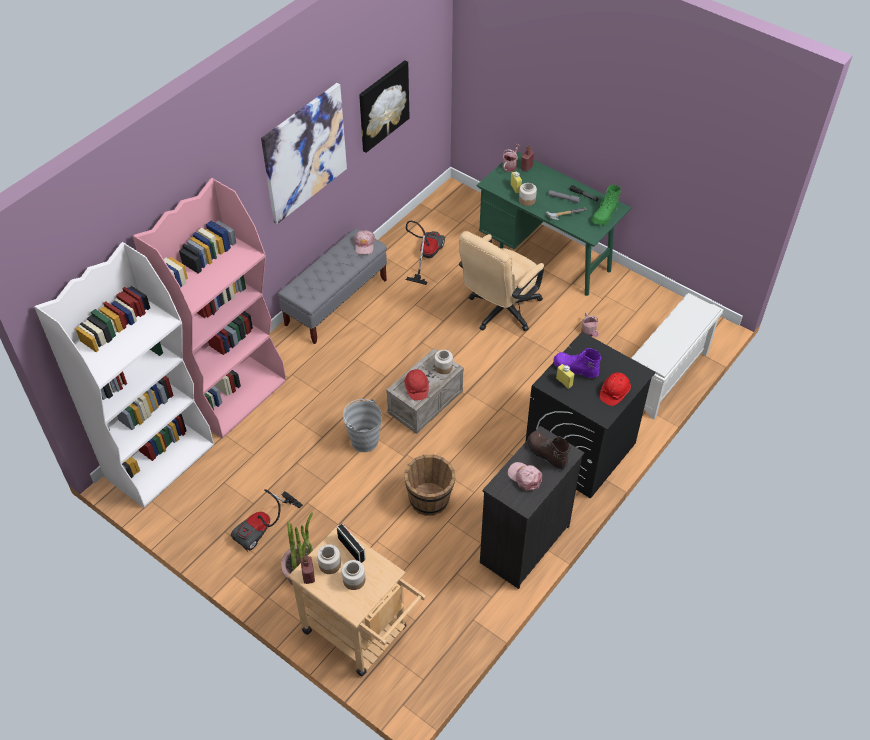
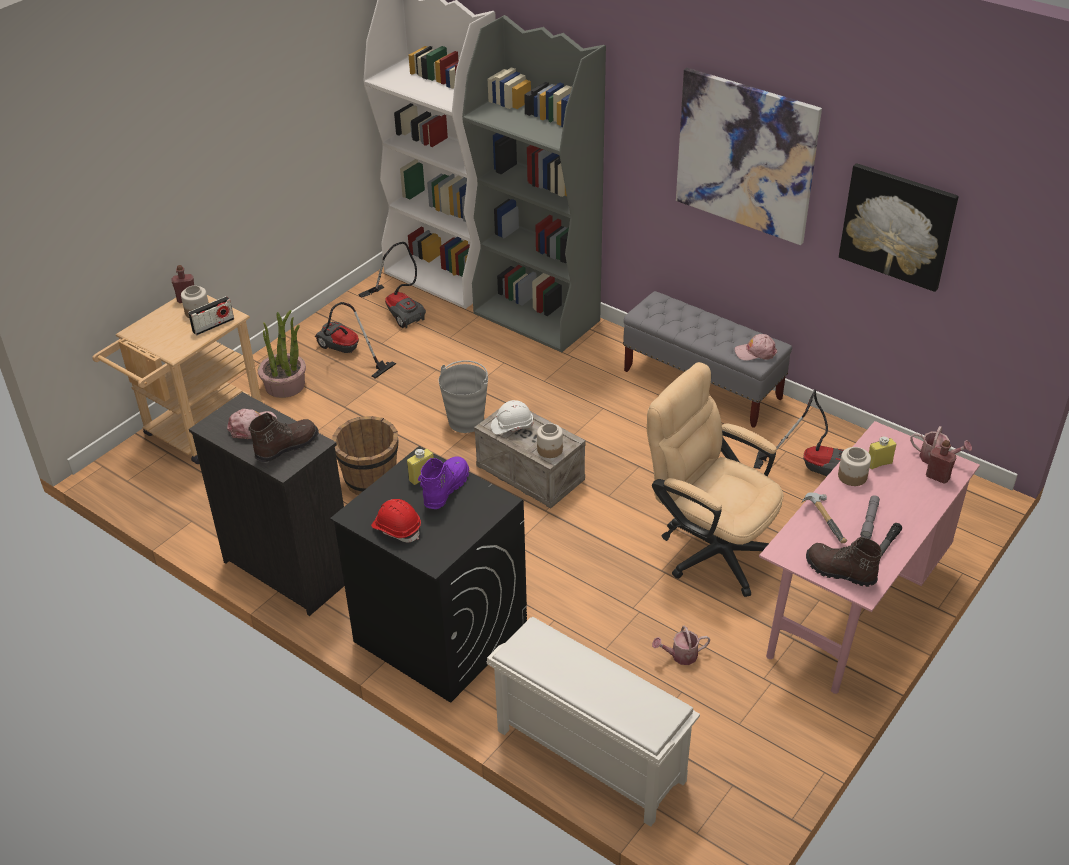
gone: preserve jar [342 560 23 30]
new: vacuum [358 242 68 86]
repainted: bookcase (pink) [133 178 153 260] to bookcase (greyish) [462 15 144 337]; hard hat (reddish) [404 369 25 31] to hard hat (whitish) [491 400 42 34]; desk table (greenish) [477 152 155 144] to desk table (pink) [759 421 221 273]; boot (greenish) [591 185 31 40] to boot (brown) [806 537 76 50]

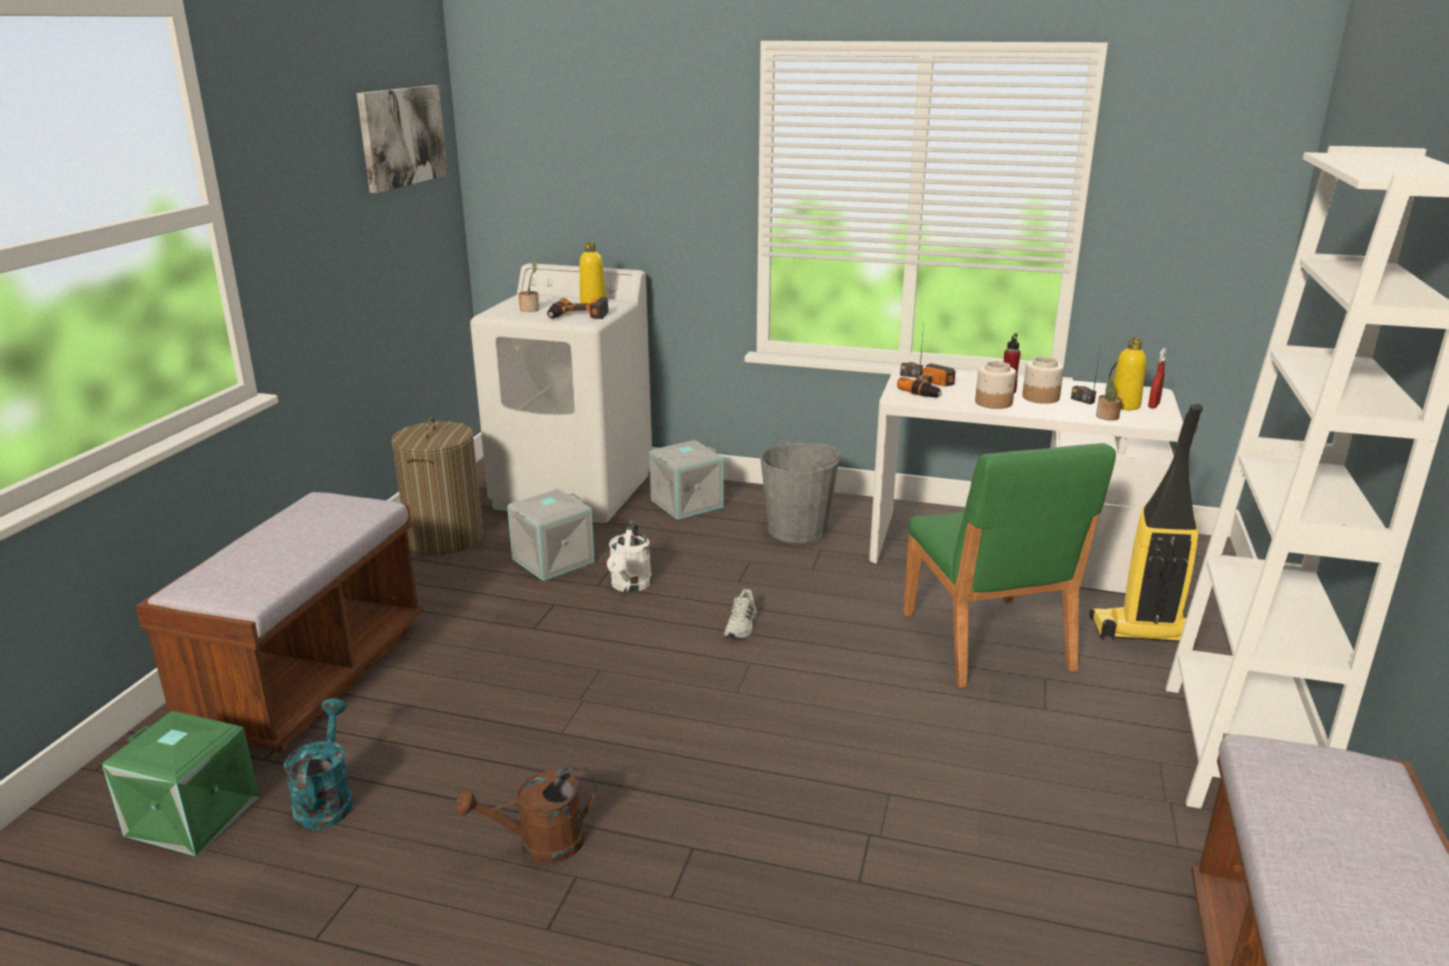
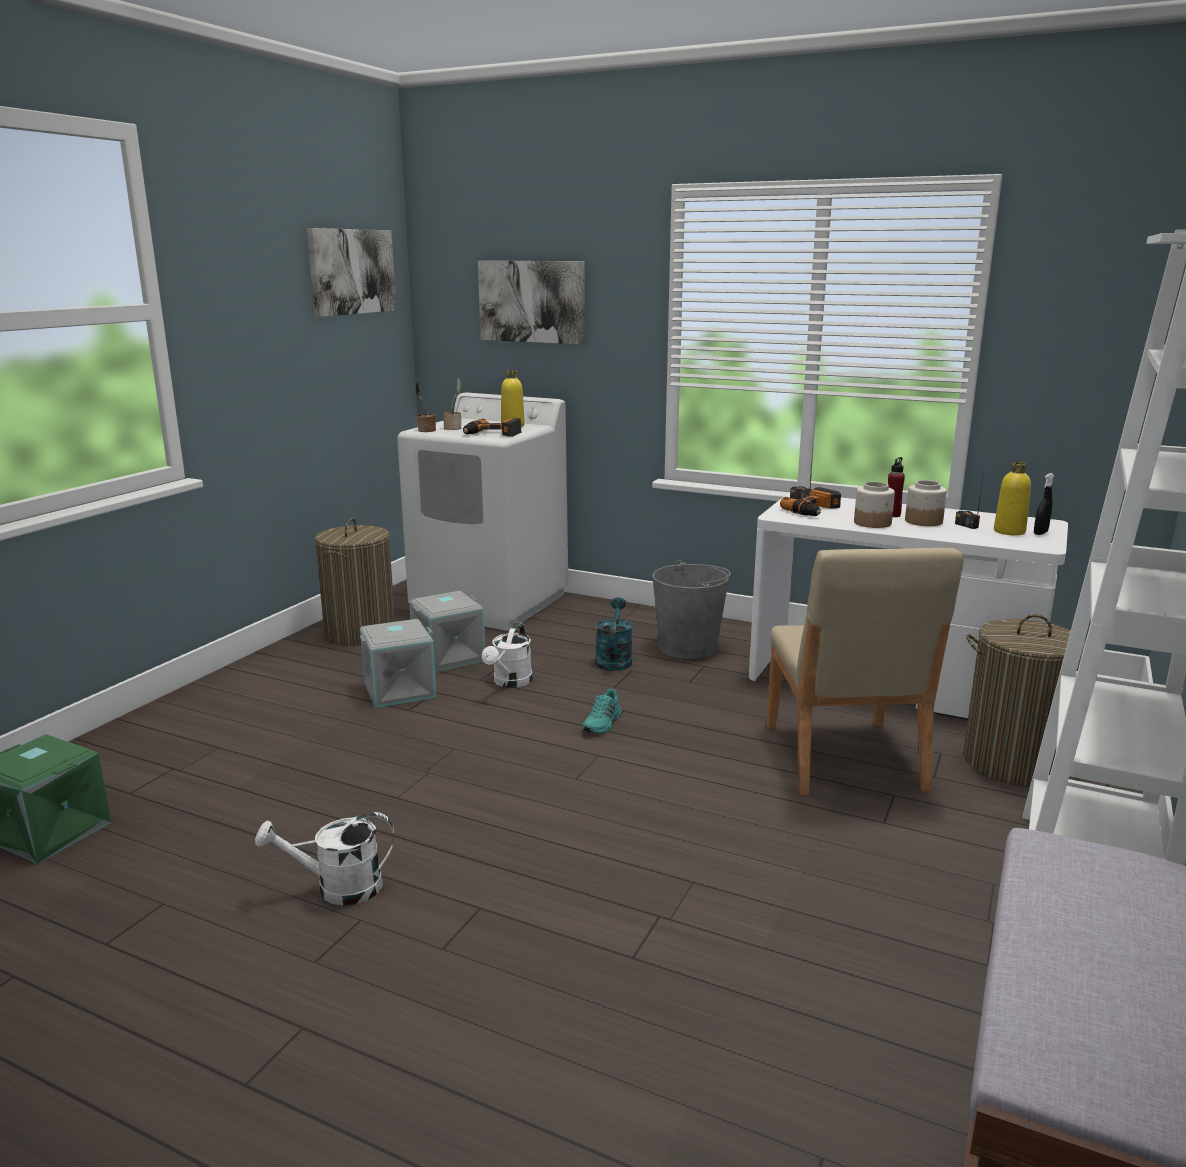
gone: bench (brown) [136 492 287 260]
new: wall picture [478 261 107 83]
shifted: watering can (turquoise) [284 698 69 132] to [595 597 38 74]; storage box (greyish) [649 440 75 80] to [360 619 77 89]; potted plant [1096 361 26 60] to [415 382 21 50]
swapped: vacuum [1090 403 113 242] to laundry basket [963 614 122 172]
repainted: watering can (brown) [455 765 142 98] to watering can (whitish) [255 812 139 94]; shoe (whitish) [724 589 33 50] to shoe (turquoise) [582 689 39 45]; chair (greenish) [903 443 213 245] to chair (beige-coloured) [767 548 197 247]; sprayer (reddish) [1148 348 19 61] to sprayer (black-coloured) [1034 473 20 62]

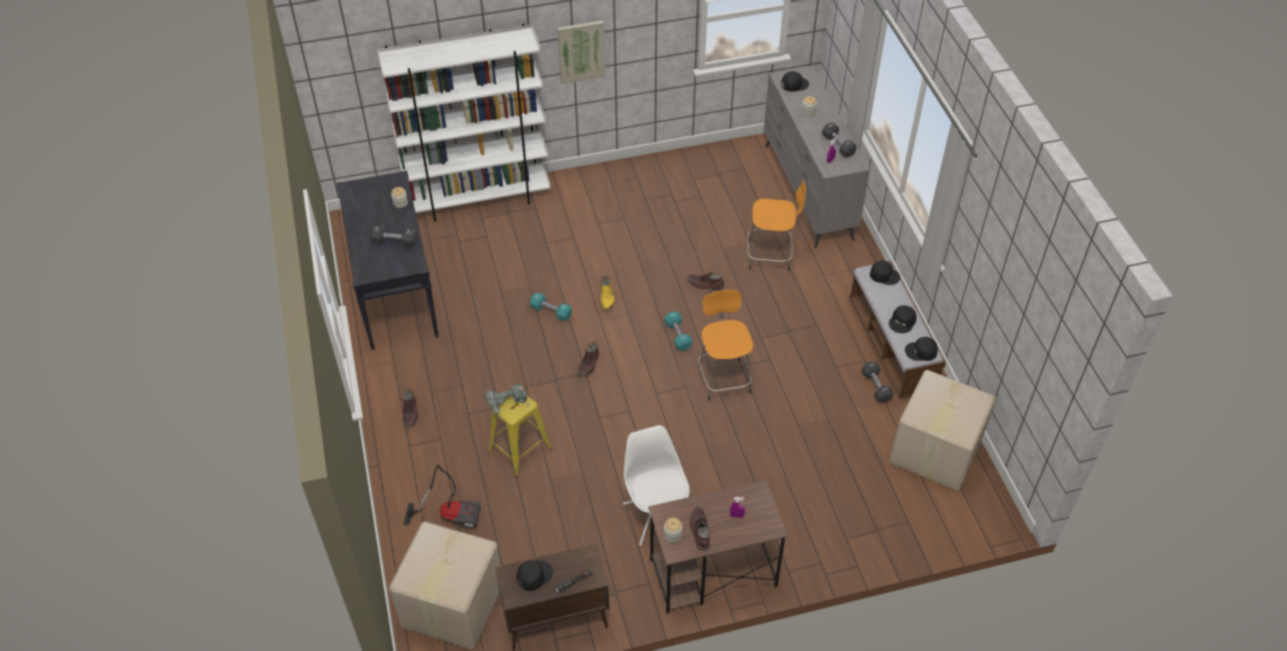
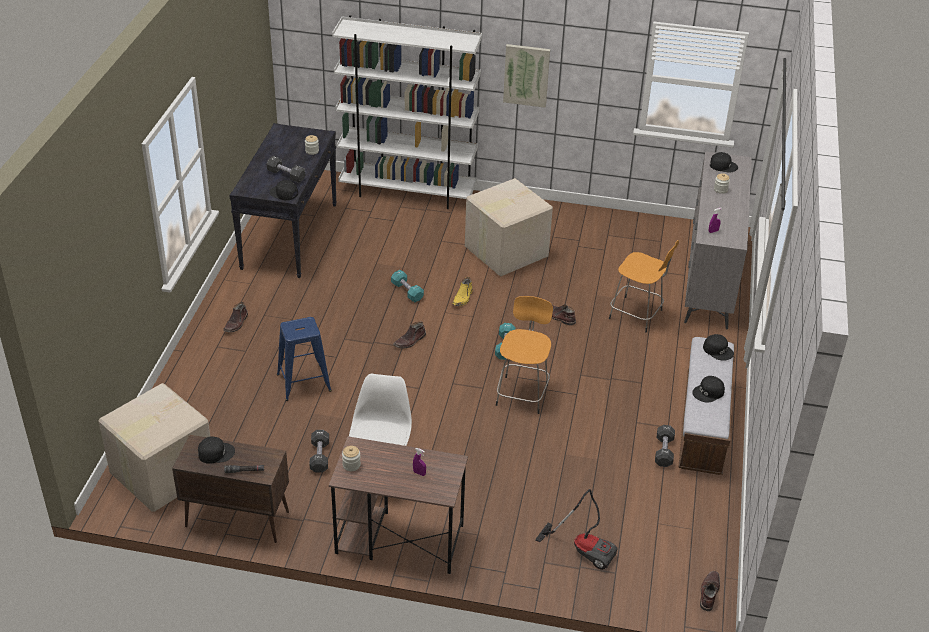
gone: power drill [485 383 44 36]
shifted: vacuum [404 465 77 64] to [535 489 82 81]; boot (brown) [690 506 20 45] to [700 571 20 40]; dumbbell (black-coloured) [822 122 35 36] to [309 430 20 43]; cardboard box [889 370 107 121] to [465 178 88 98]; cap (black-coloured) [905 337 33 24] to [269 180 29 20]
repainted: sitting stool (yellowish) [488 396 64 81] to sitting stool (blue) [277 317 55 84]

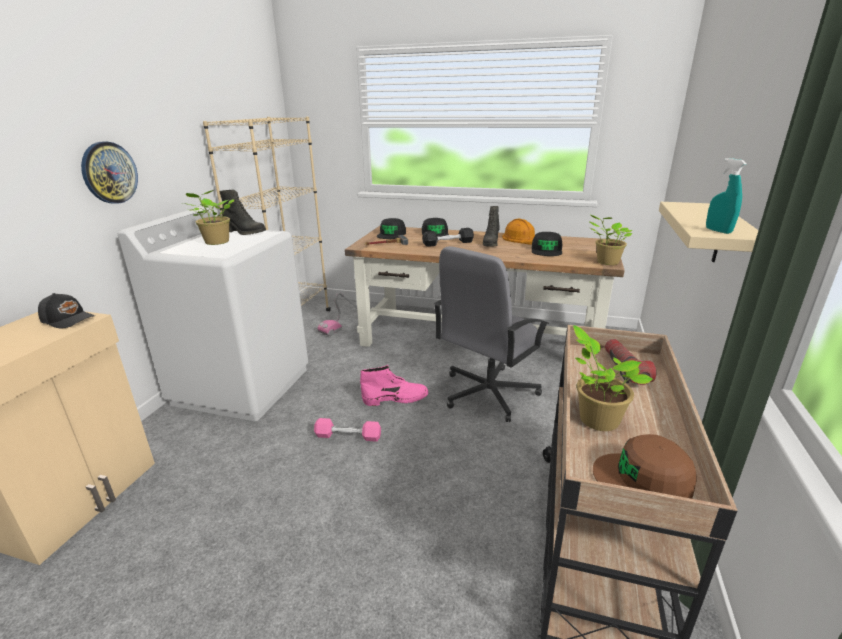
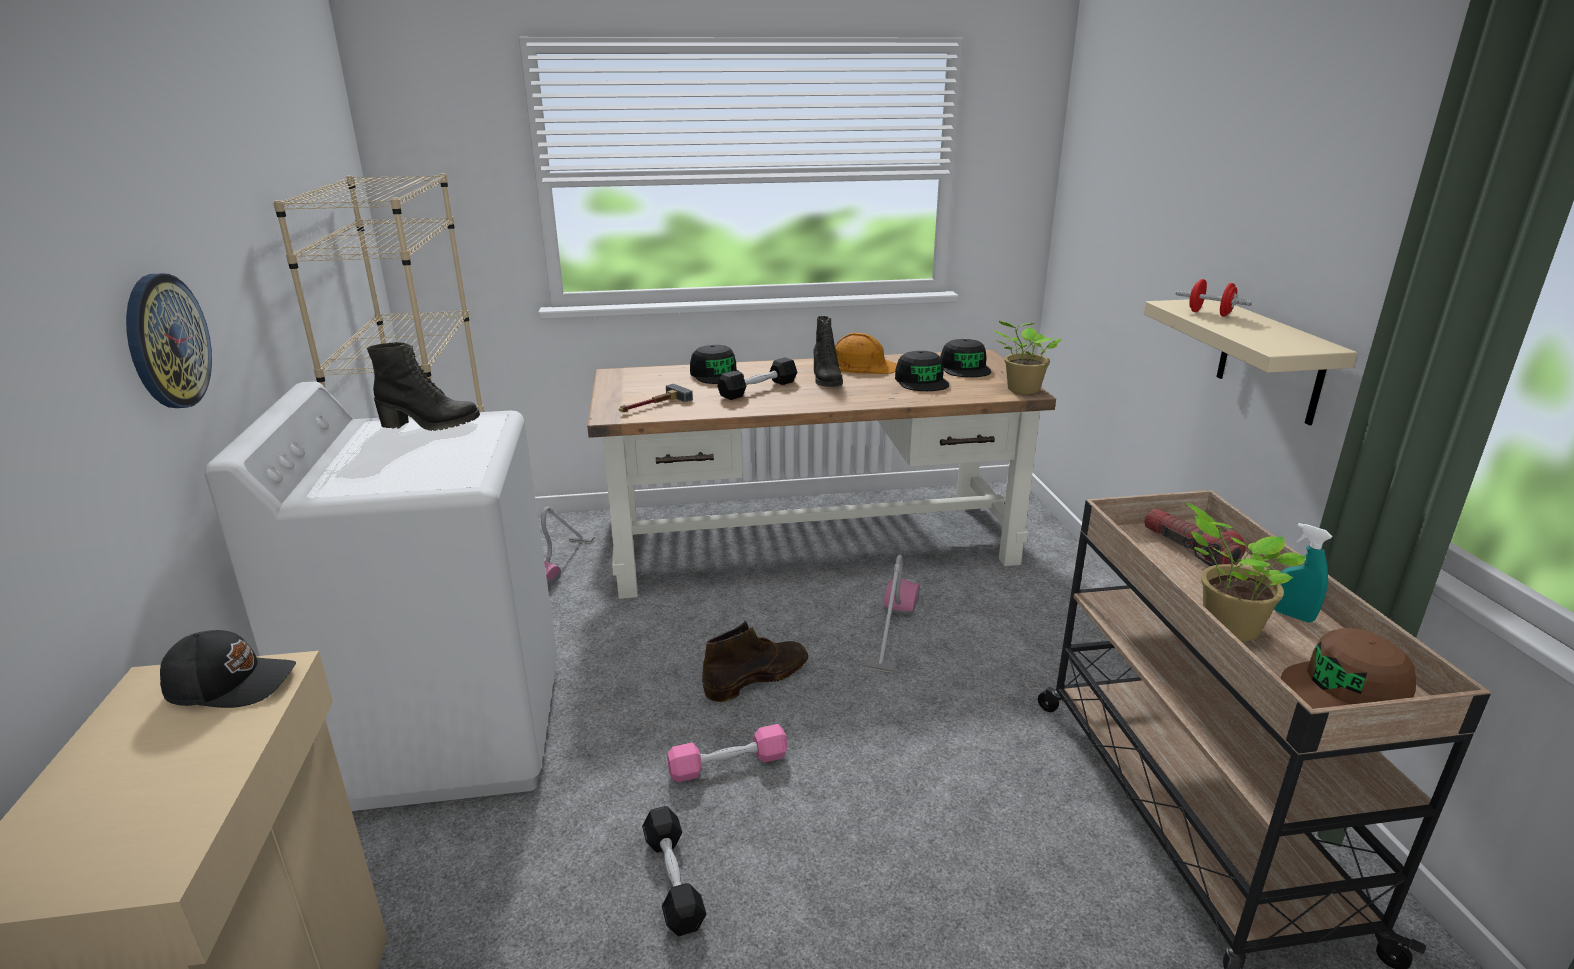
gone: potted plant [183 190 51 55]
new: dumbbell (black-coloured) [642 806 64 131]; dumbbell (reddish) [1176 279 76 38]
shifted: cap (black-coloured) [377 218 29 21] to [940 339 51 38]; sprayer (turquoise) [706 158 41 76] to [1274 523 58 100]
swapped: desk chair (greyish) [433 246 116 176] to vacuum [864 555 56 117]
repainted: boot (pink) [360 365 68 41] to boot (brown) [702 621 106 81]

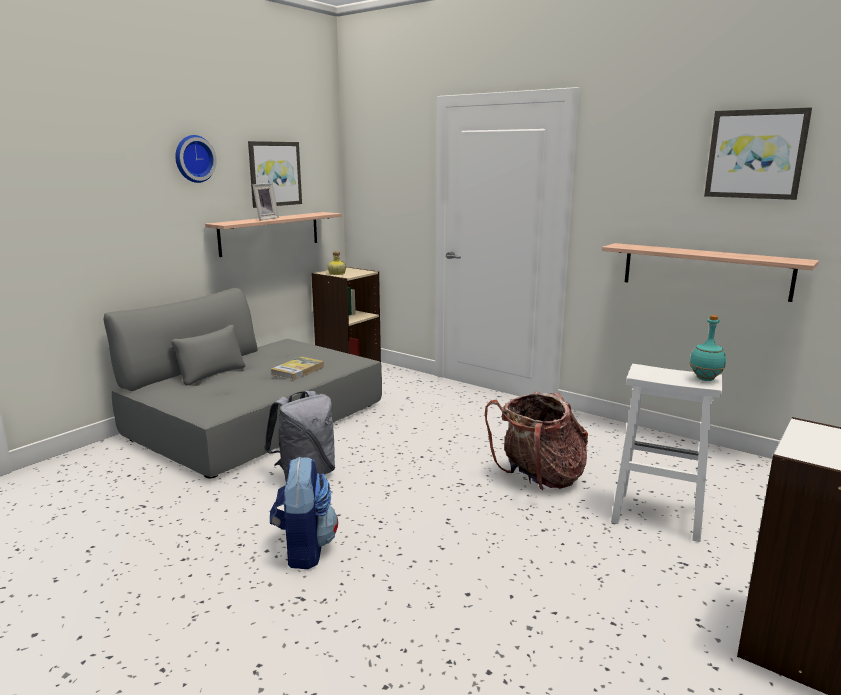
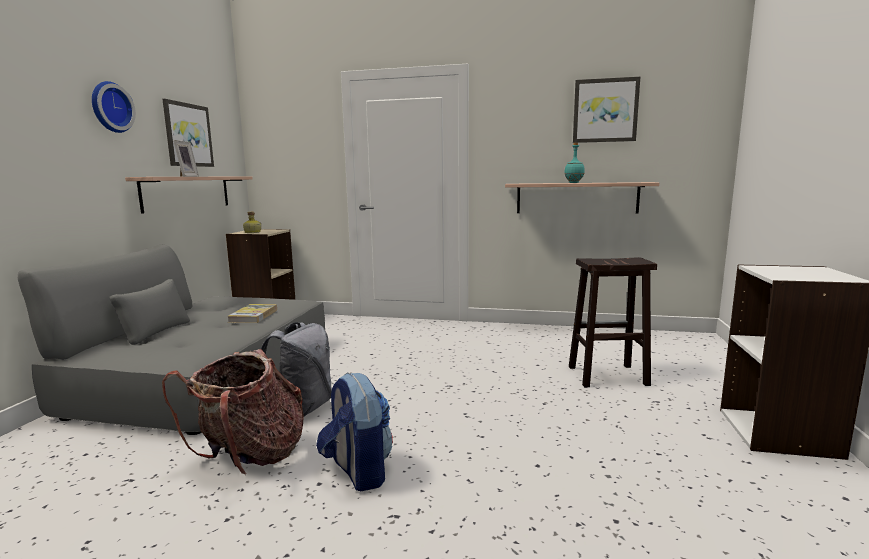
shifted: rucksack [485 392 103 98] to [162 349 142 125]; bottle (turquoise) [689 315 37 66] to [564 143 21 40]
repainted: sitting stool (whitish) [611 364 111 178] to sitting stool (brown) [569 257 88 130]

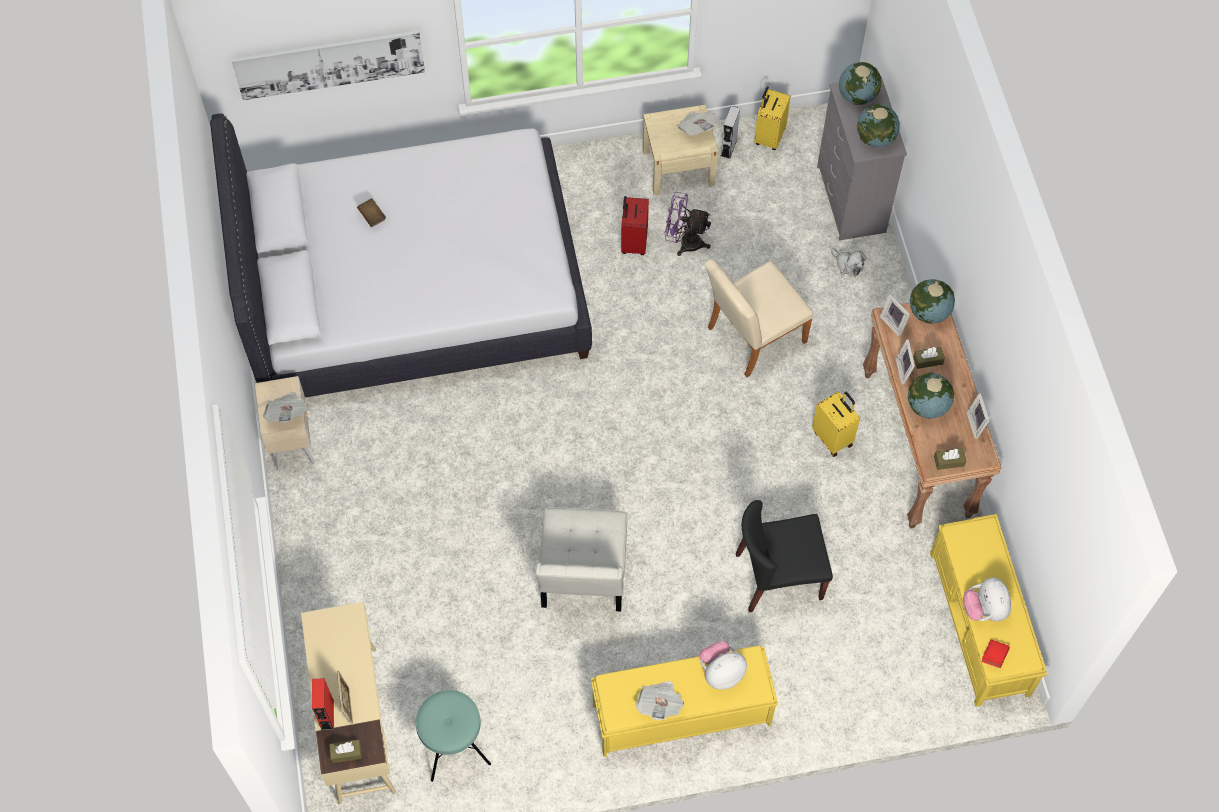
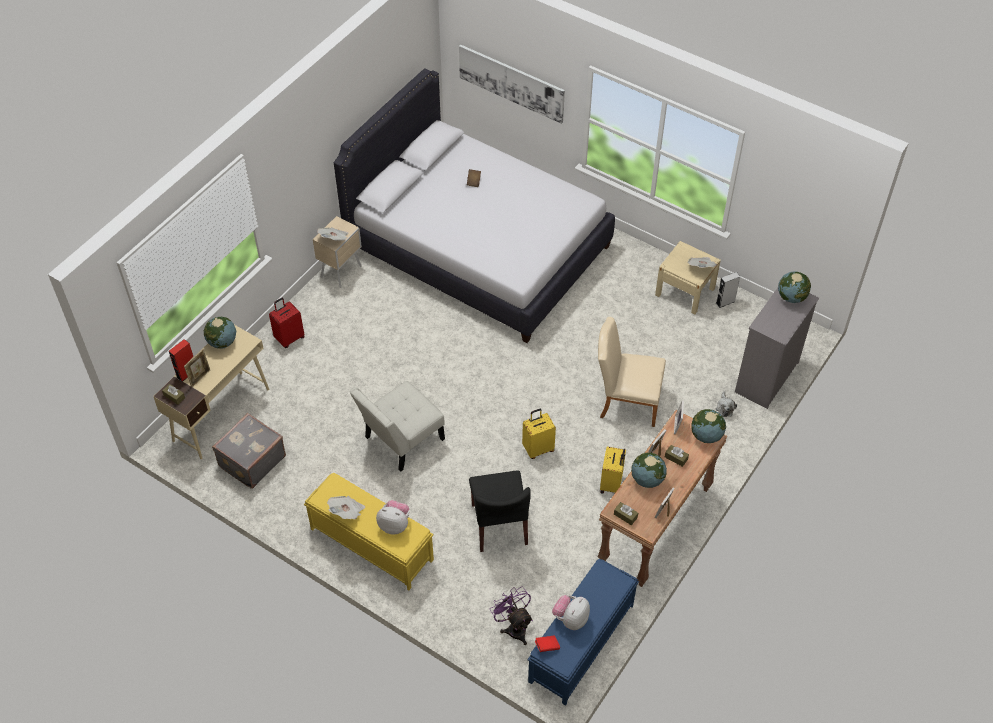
shifted: travel case (reddish) [621 196 28 59] to [269 298 36 50]; electric fan (purple-coloured) [664 192 47 64] to [490 587 43 58]; travel case (yellowish) [754 86 37 64] to [522 409 34 50]; desk globe [857 104 43 44] to [204 317 32 32]
swapped: sitting stool (turquoise) [416 690 75 92] to travel case (greyish) [212 413 74 76]
repainted: bench (yellowish) [930 514 117 193] to bench (blue) [528 559 111 147]
rotated: chair (black-coloured) [736 500 97 112] = [469 470 62 82] 135 degrees counterclockwise

